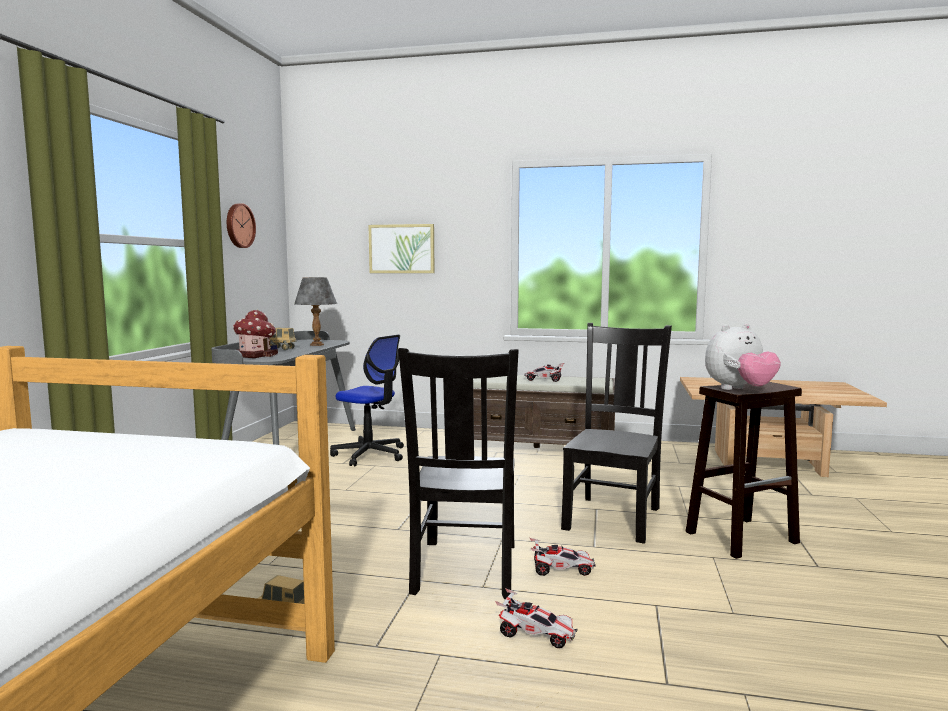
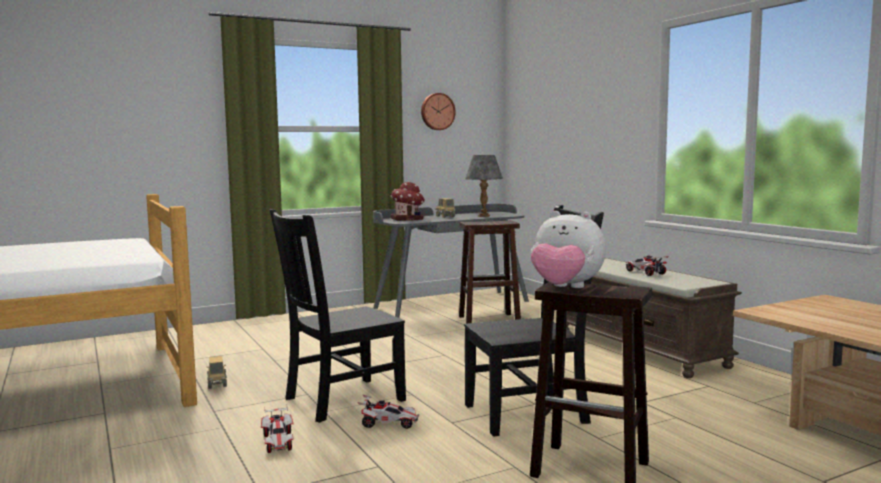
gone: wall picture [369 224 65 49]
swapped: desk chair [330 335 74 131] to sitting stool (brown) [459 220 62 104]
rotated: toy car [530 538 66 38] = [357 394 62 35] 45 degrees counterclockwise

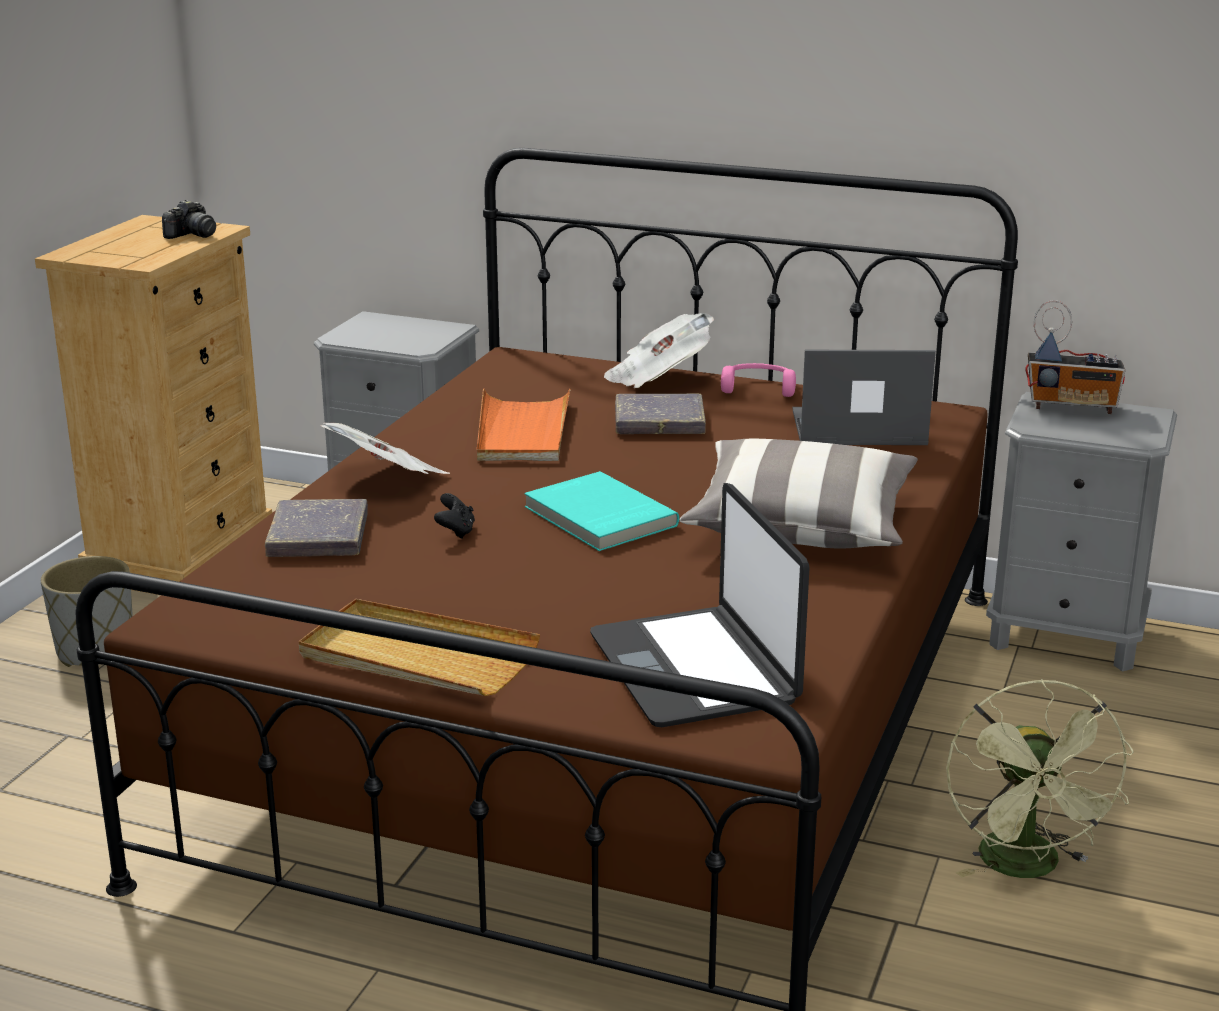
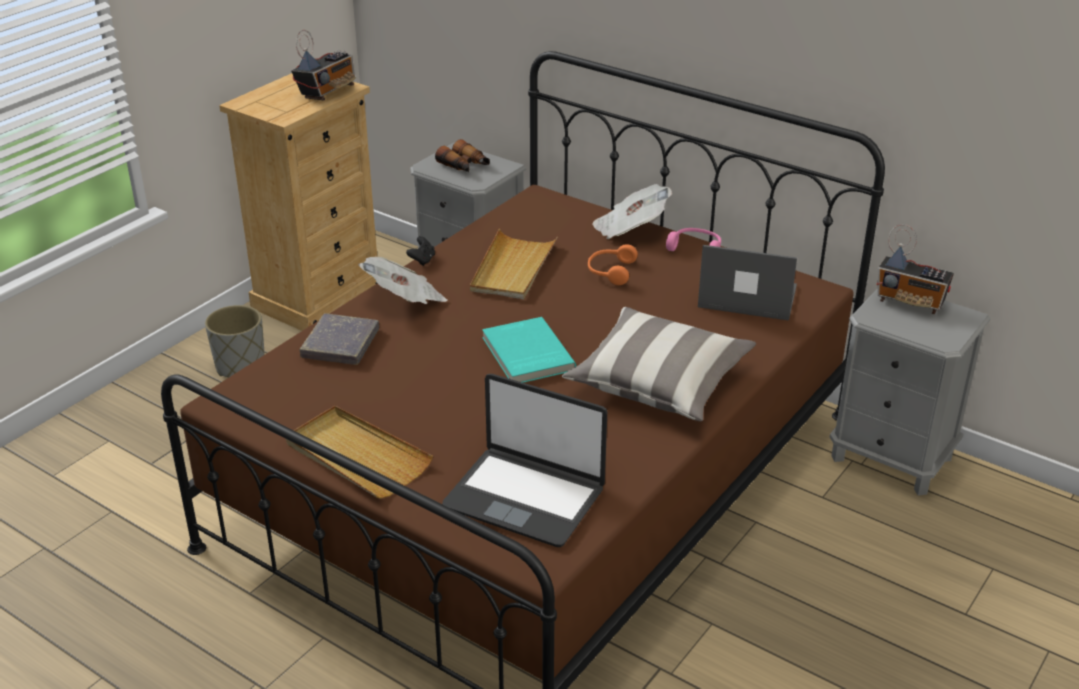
gone: electric fan (greenish) [946 679 188 199]
new: field glasses [435 139 55 33]
shifted: game controller (black-coloured) [434 493 41 46] to [406 236 29 30]
swapped: photo camera [162 200 54 39] to radio set [291 30 65 71]; book (greyish) [615 394 91 40] to headset (orange-coloured) [588 244 50 41]
repainted: carrying tray (orange-coloured) [477 389 94 72] to carrying tray (beige-coloured) [470 229 88 70]
rotated: notebook computer [590 483 219 244] = [442 374 165 173] 60 degrees counterclockwise

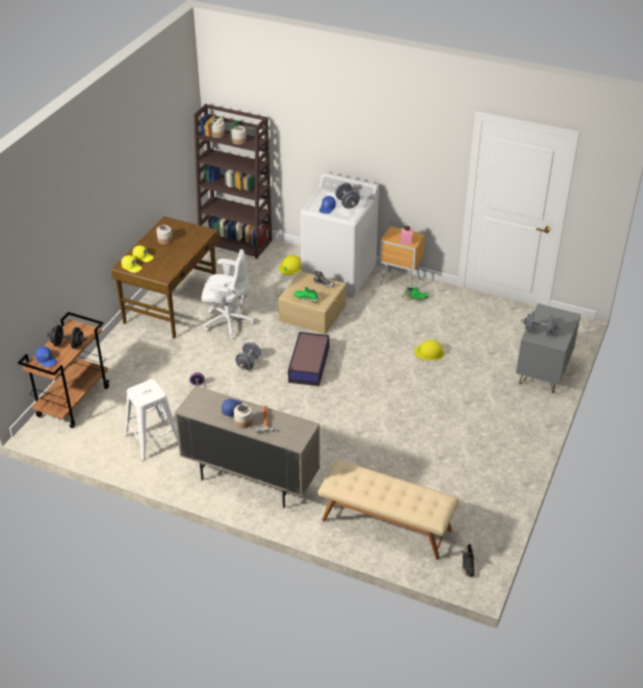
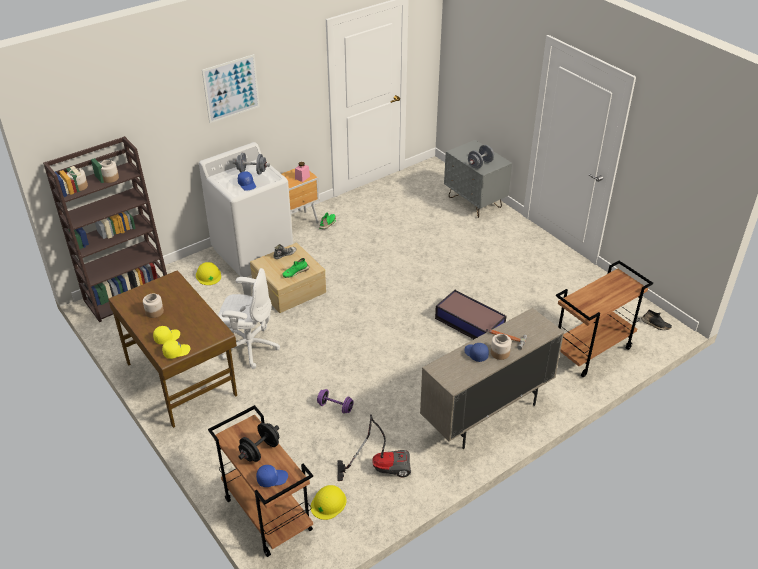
gone: dumbbell (greyish) [235 342 26 28]
new: wall picture [202 54 58 69]
shifted: storage box [288 332 41 54] to [435 290 71 49]; hard hat (yellowish) [414 340 30 21] to [310 485 37 35]
swapped: sitting stool (whitish) [125 379 53 82] to vacuum [337 414 74 67]; bench (beige-coloured) [318 460 141 100] to wheeled cart (brown) [556 261 97 116]
rotated: desk chair (whitish) [202 249 53 90] = [218 268 62 101] 60 degrees clockwise

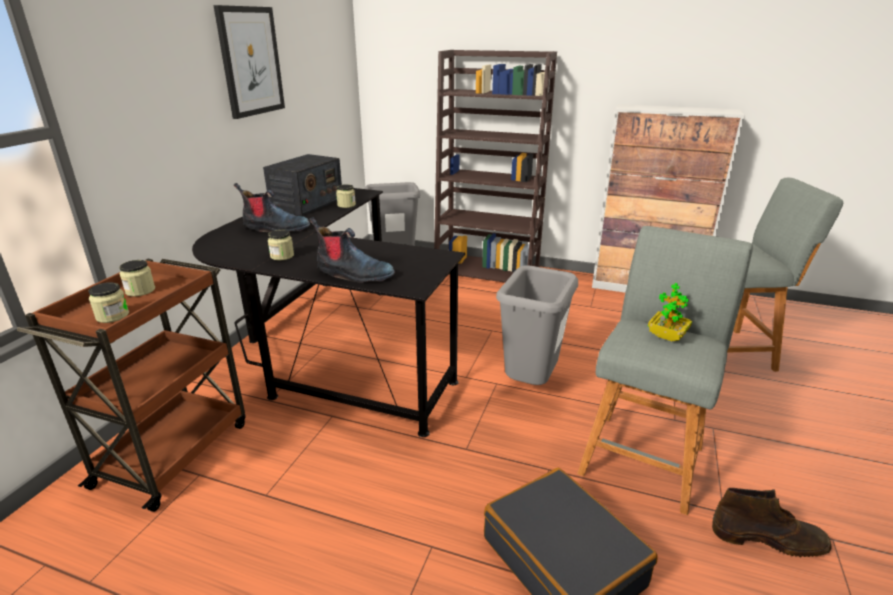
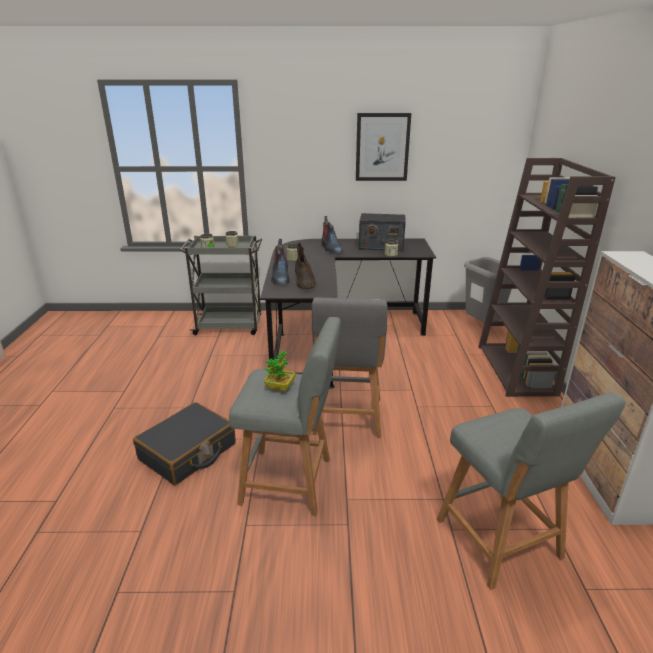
shifted: boot (brown) [712 488 119 69] to [295 243 21 46]
swapped: trash can (greyish) [496 265 82 120] to sitting stool (greyish) [312 297 76 141]
repainted: wheeled cart (brown) [17 259 229 253] to wheeled cart (greyish) [179 236 83 99]

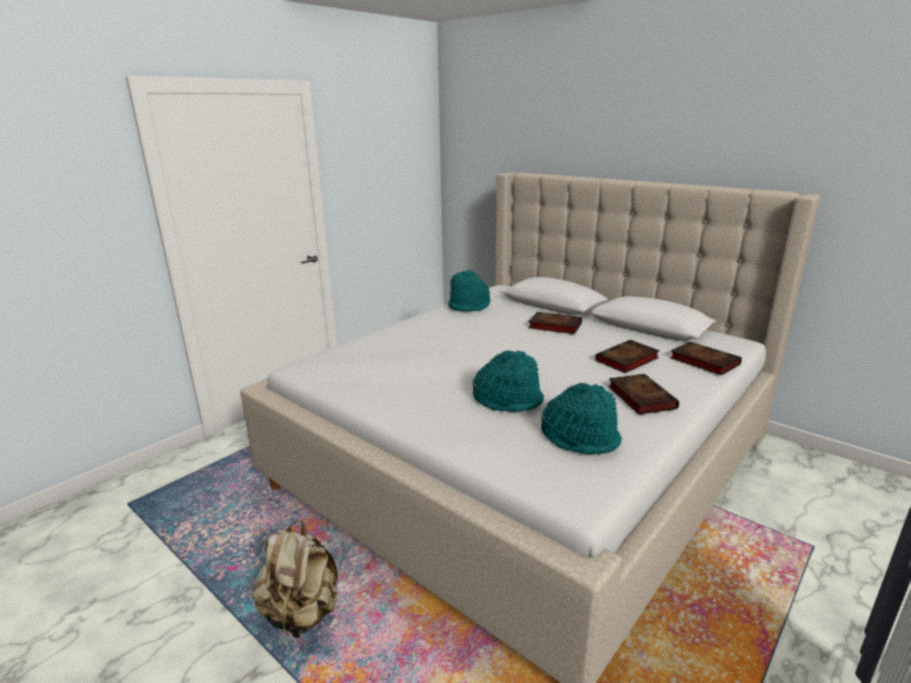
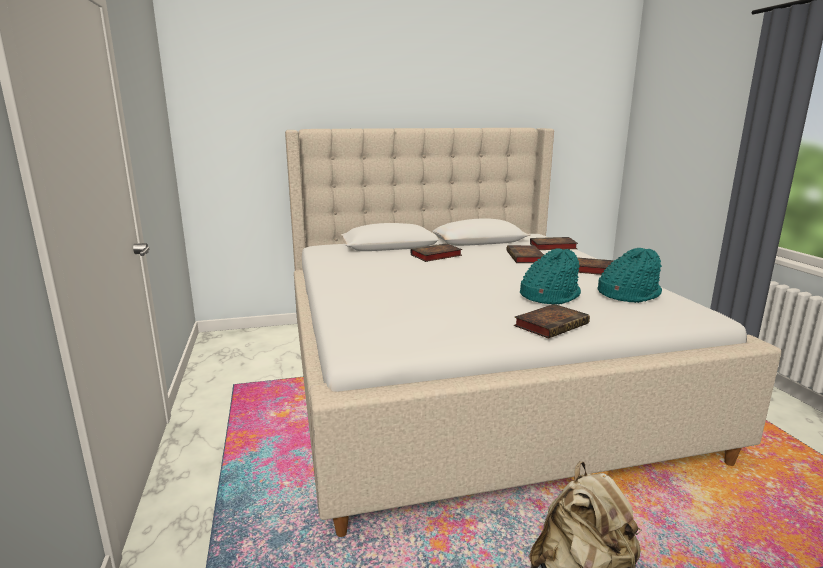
gone: wearable hat (turquoise) [448 270 43 42]
new: book [514 304 76 35]

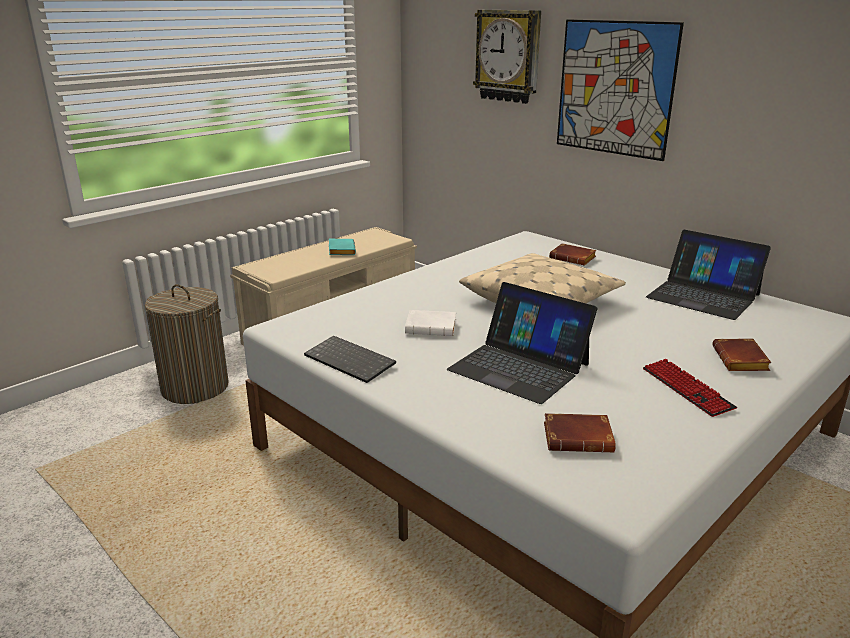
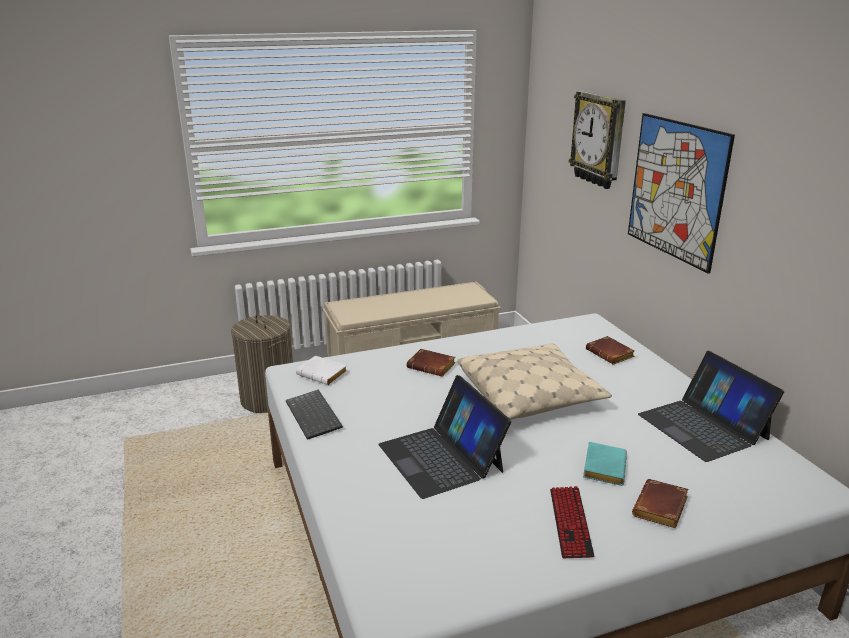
shifted: book (turquoise) [329 239 27 16] to [583 442 44 44]; book (whitish) [405 310 51 26] to [296 356 51 29]; book (brown) [544 413 72 40] to [406 349 50 28]

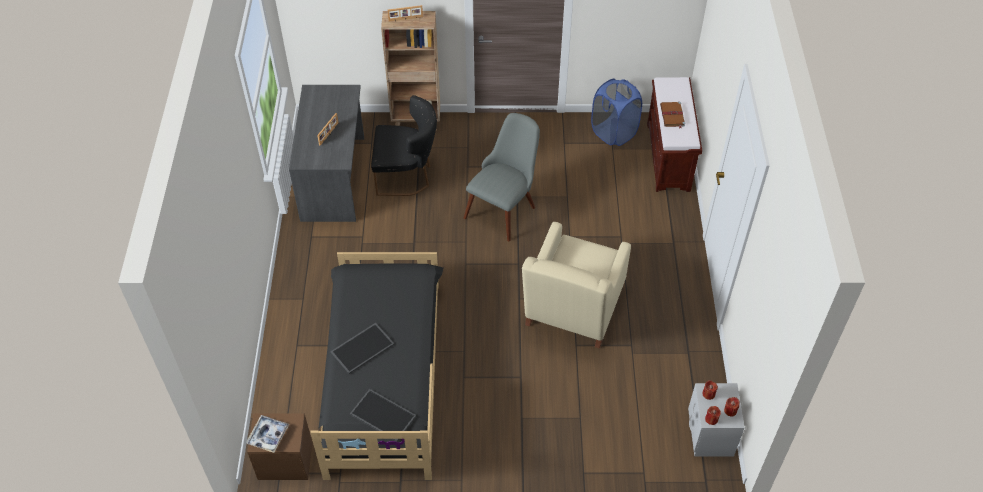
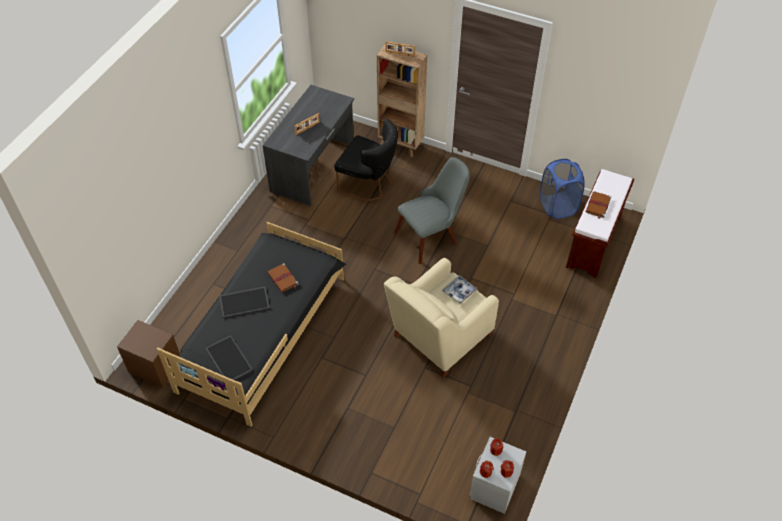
new: book (brown) [267 263 32 30]
shifted: carrying tray [246 415 44 38] to [442 275 36 29]

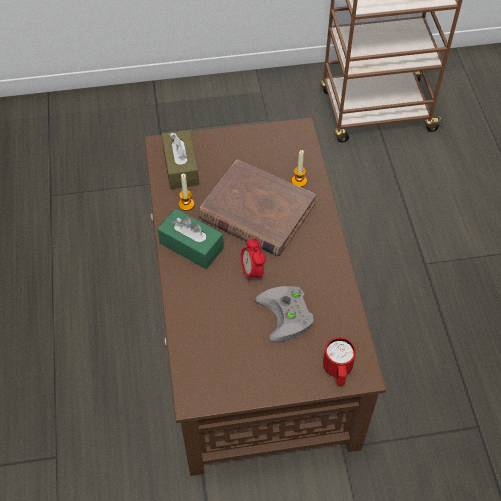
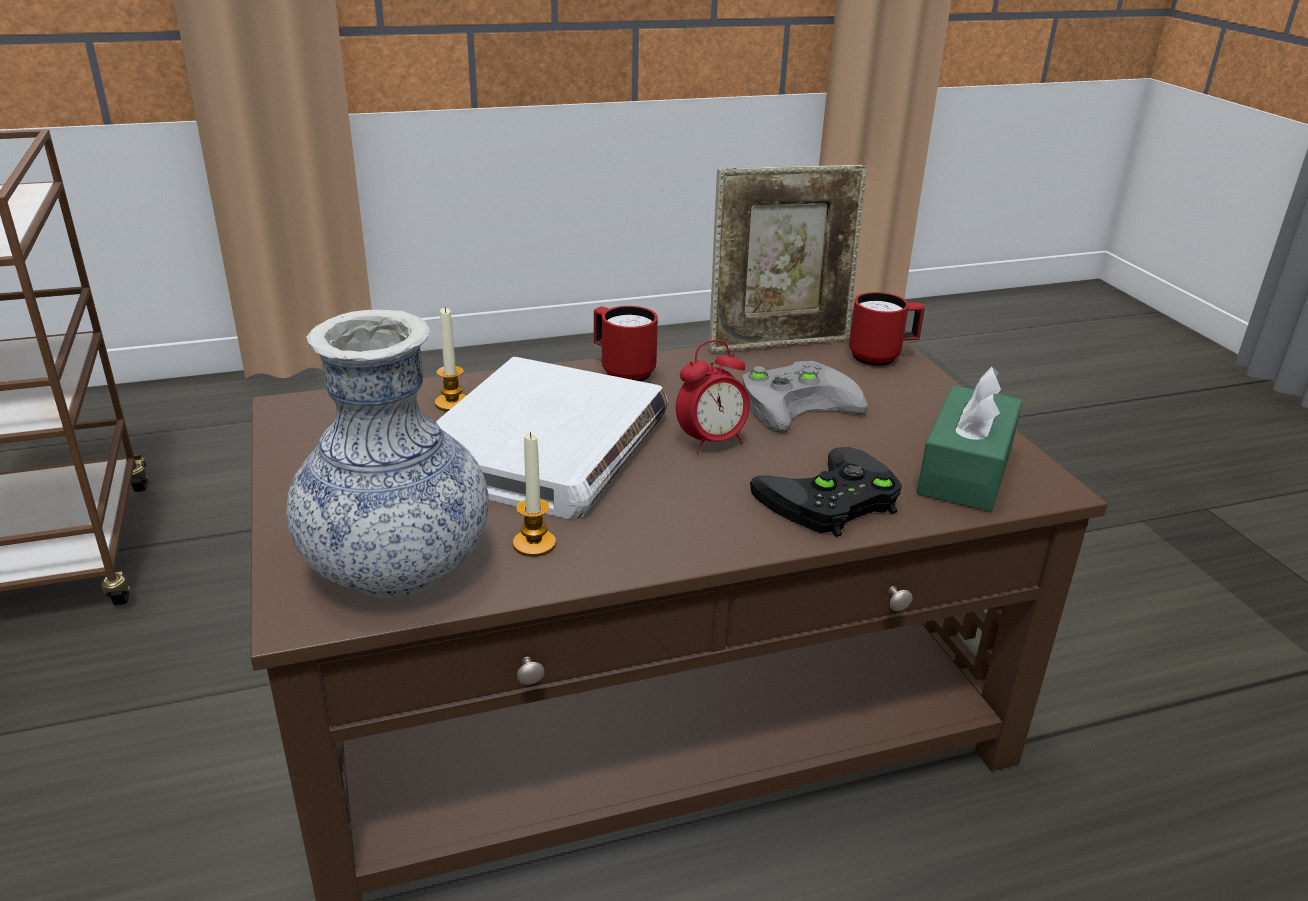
new: mug (reddish) [594 306 64 76]; picture frame [709 165 159 187]; game controller (black-coloured) [750 447 152 90]
shifted: box of tissues (greenish) [157 209 67 60] to [917 367 105 145]
swapped: box of tissues (brown) [161 130 38 59] to flower vase [286 310 203 288]
repainted: book (brown) [199 159 117 97] to book (whitish) [436 357 232 162]

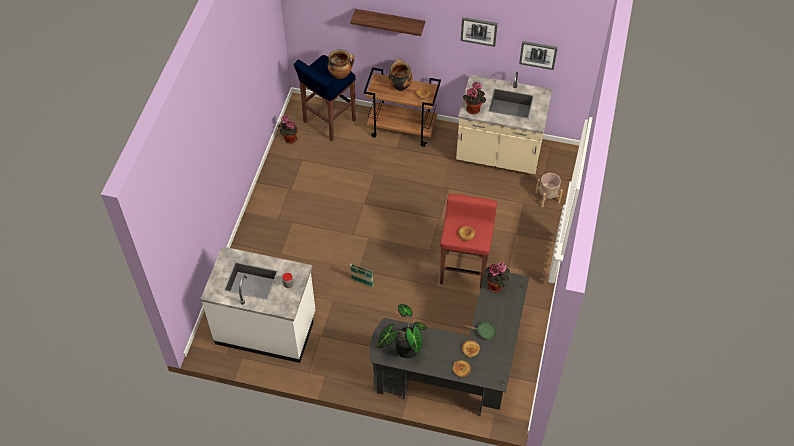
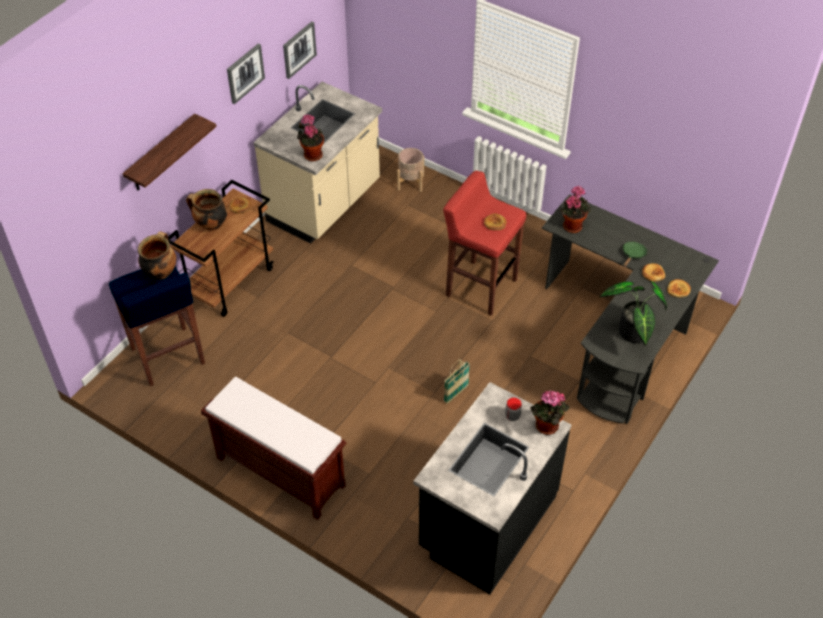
new: bench (brown) [201 377 145 143]
shifted: potted plant [278 115 20 29] to [530 391 40 44]
repainted: counter (whitish) [200 246 116 117] to counter (black-coloured) [413 382 158 213]

